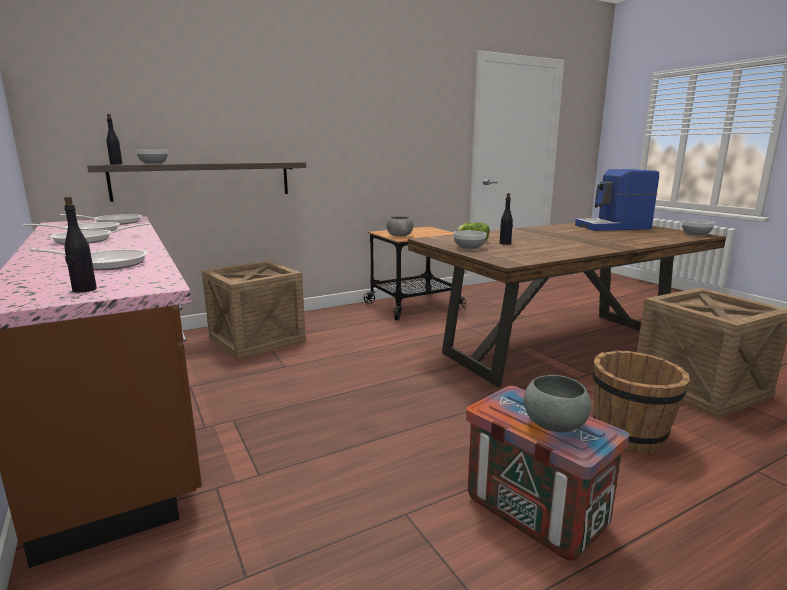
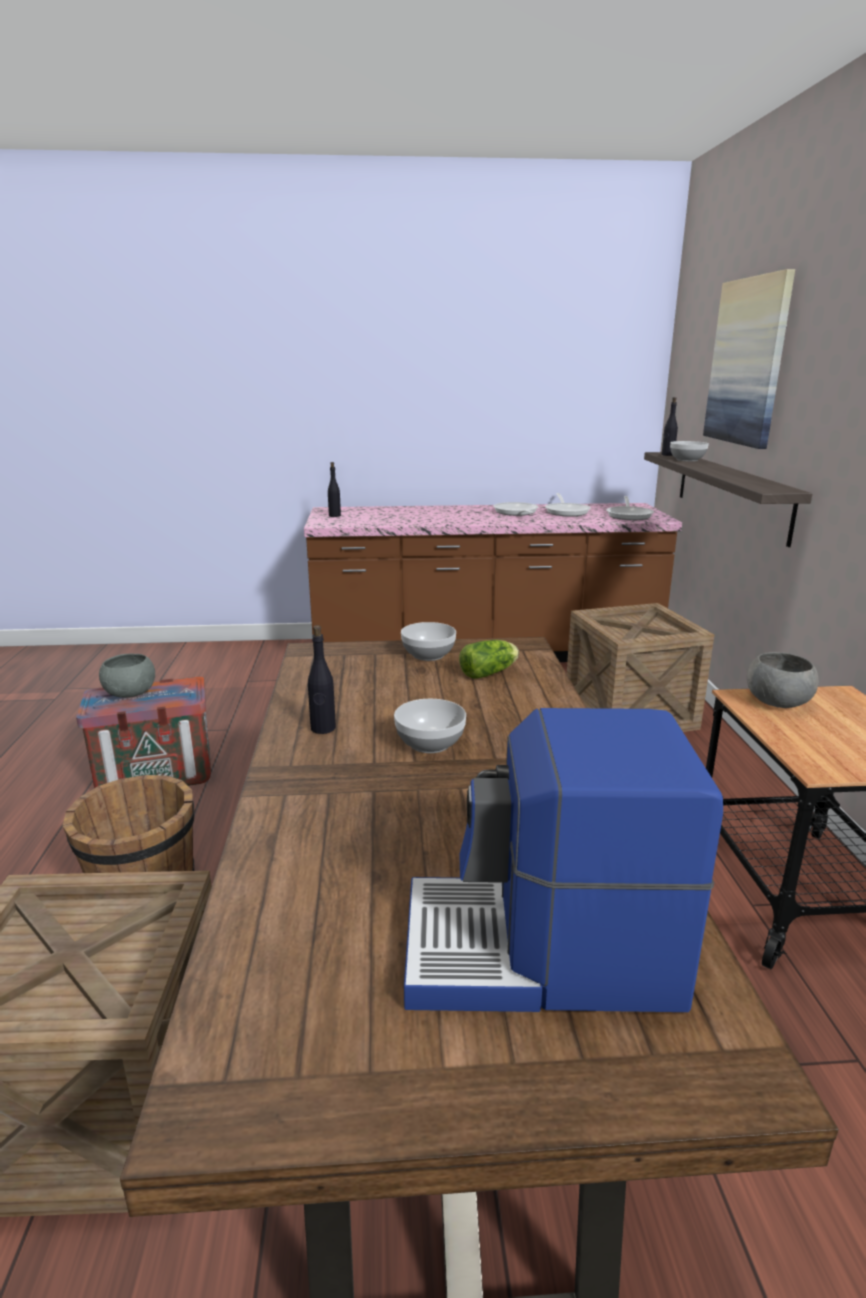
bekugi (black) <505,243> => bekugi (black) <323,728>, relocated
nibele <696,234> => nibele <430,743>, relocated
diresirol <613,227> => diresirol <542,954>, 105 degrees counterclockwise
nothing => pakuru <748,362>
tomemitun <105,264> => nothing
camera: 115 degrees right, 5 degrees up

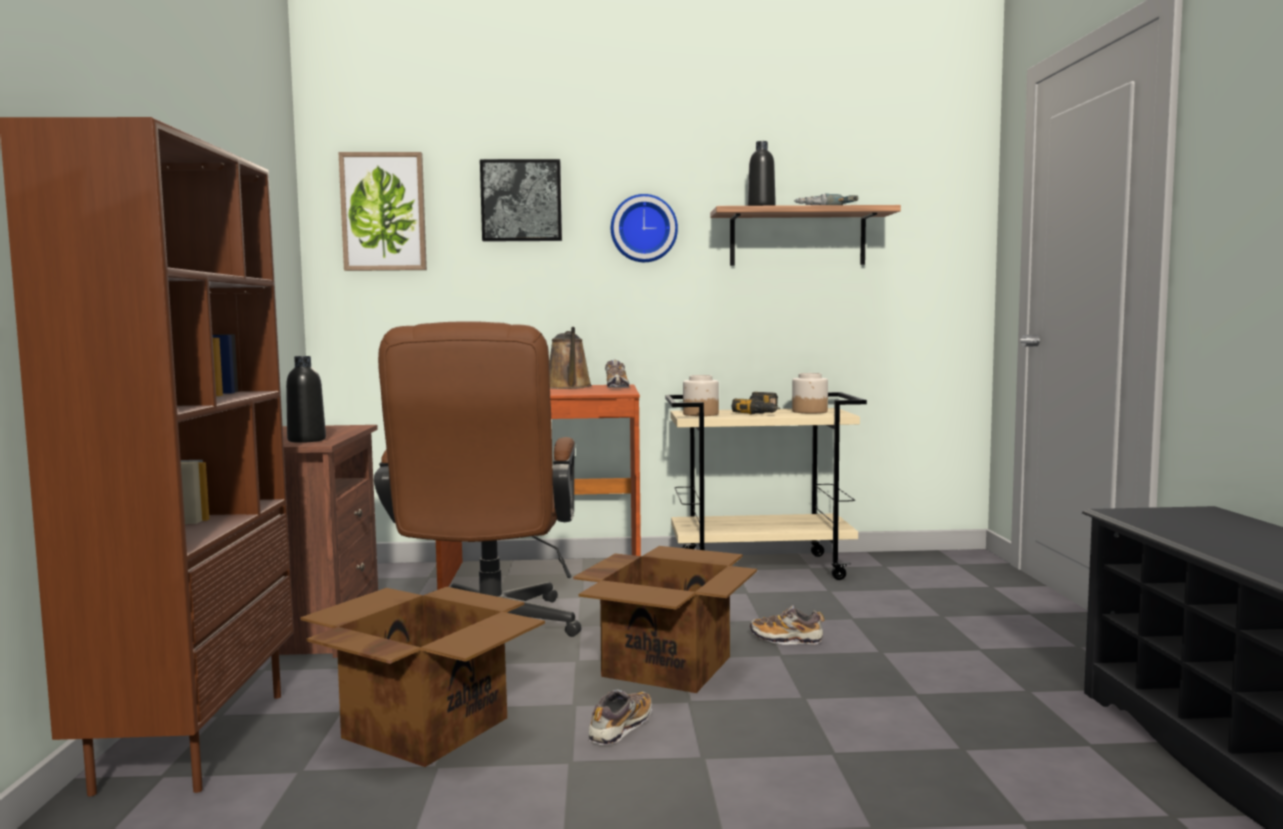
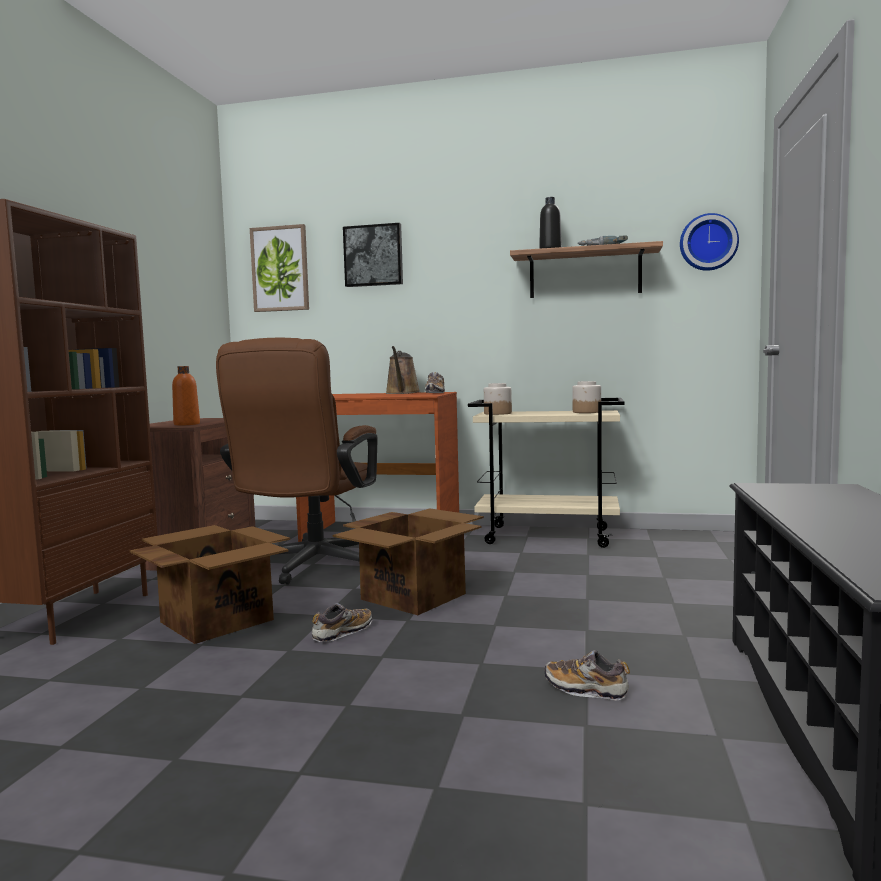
bekugi (black) <306,440> => bekugi (orange) <186,424>
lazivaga <786,639> => lazivaga <585,689>, relocated
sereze <643,228> => sereze <708,243>, relocated
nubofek <763,412> => nothing
camera: 15 degrees right, 0 degrees up

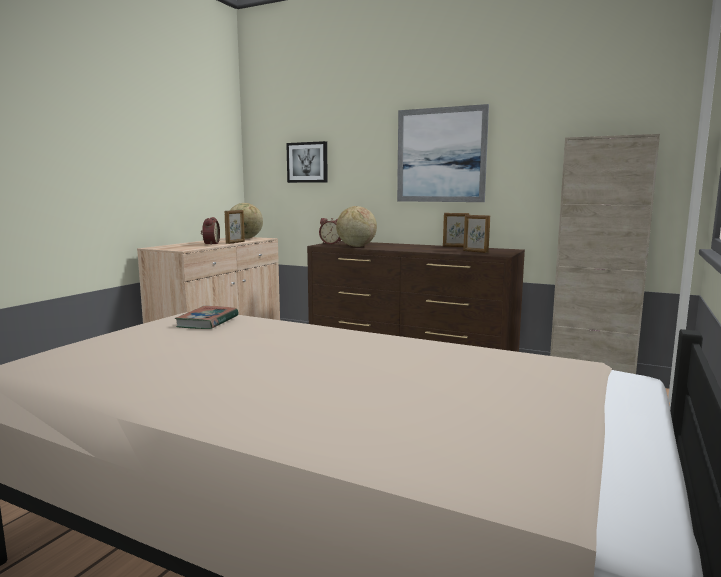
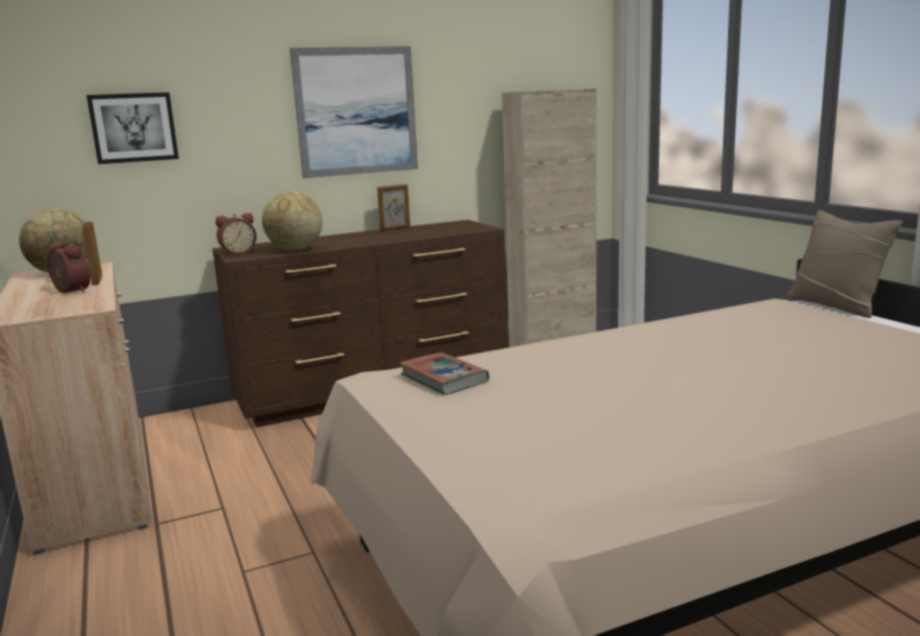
nothing => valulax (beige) <836,305>
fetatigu <475,251> => nothing
camera: 50 degrees left, 5 degrees up

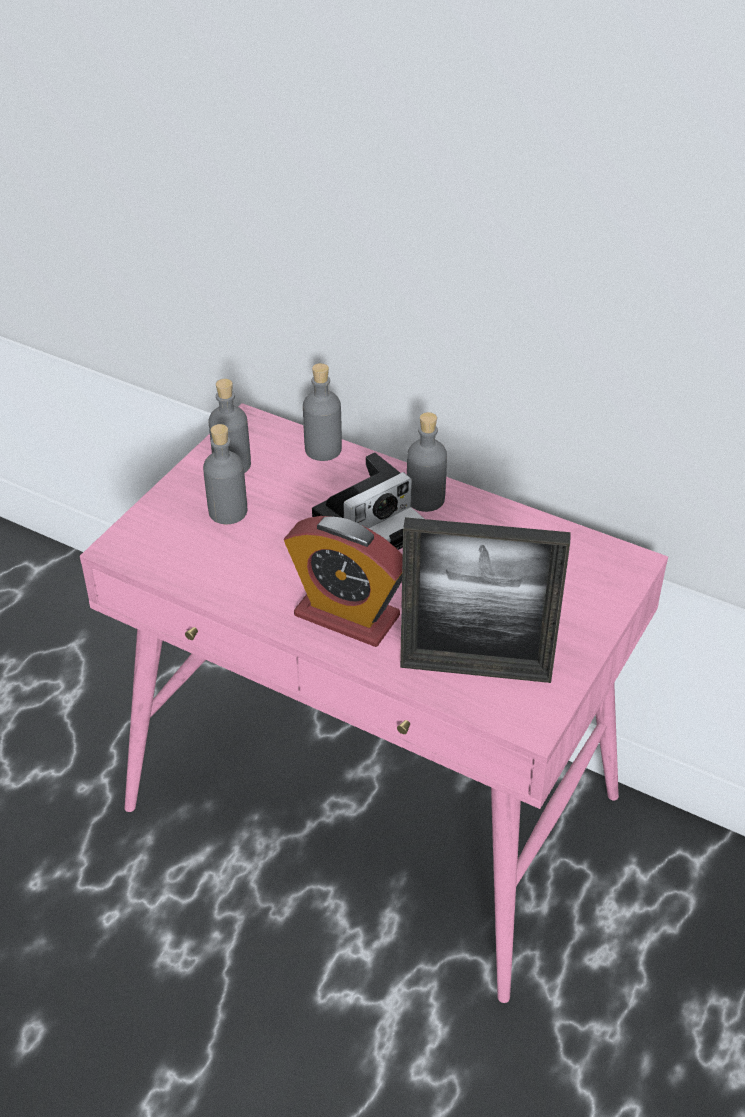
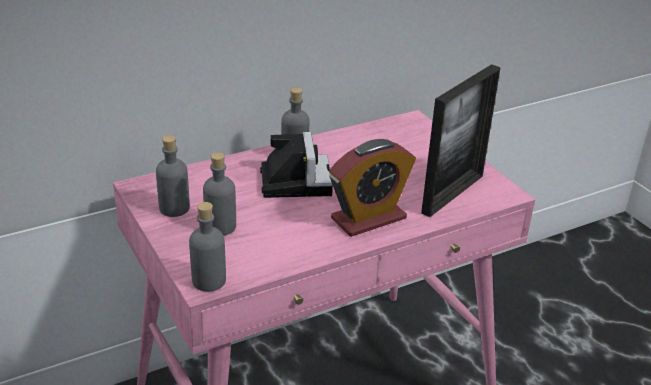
bekugi (grey) <323,449> => bekugi (grey) <208,281>, relocated
camera: 60 degrees left, 10 degrees down

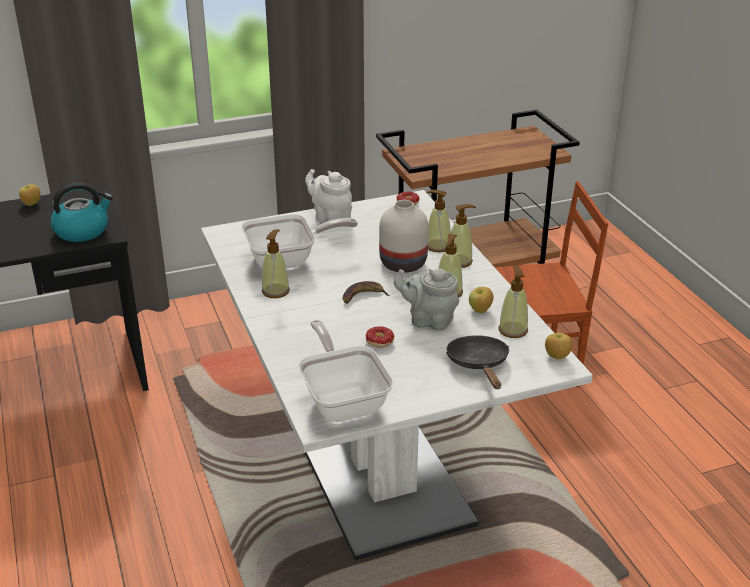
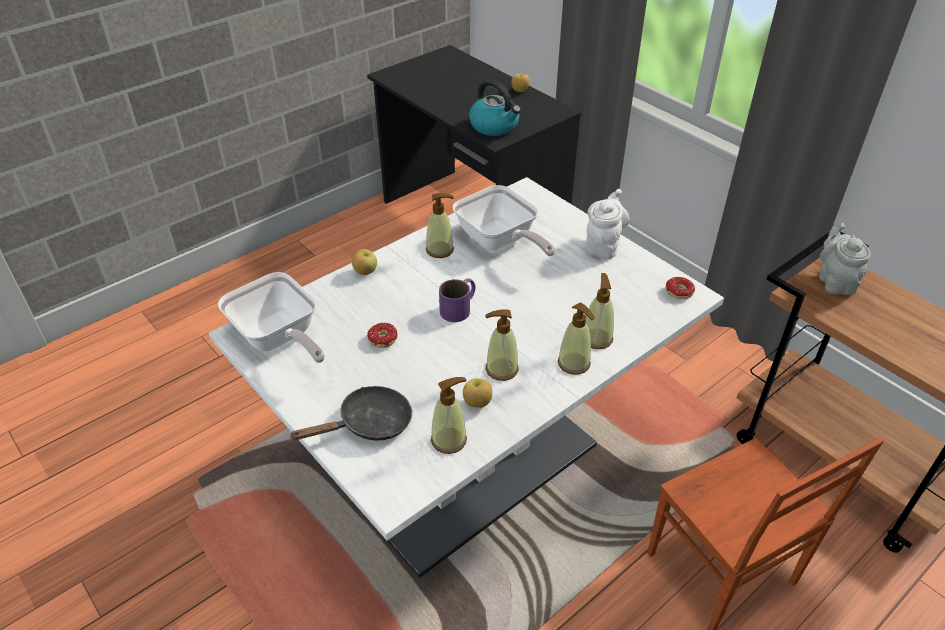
tomemitun <343,399> => tomemitun <278,339>, 90 degrees clockwise
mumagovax <557,357> => mumagovax <365,272>, relocated
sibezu <363,296> => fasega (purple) <460,307>
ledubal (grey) <428,320> => ledubal (grey) <835,281>, relocated
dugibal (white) <404,263> => nothing
camera: 70 degrees right, 10 degrees up

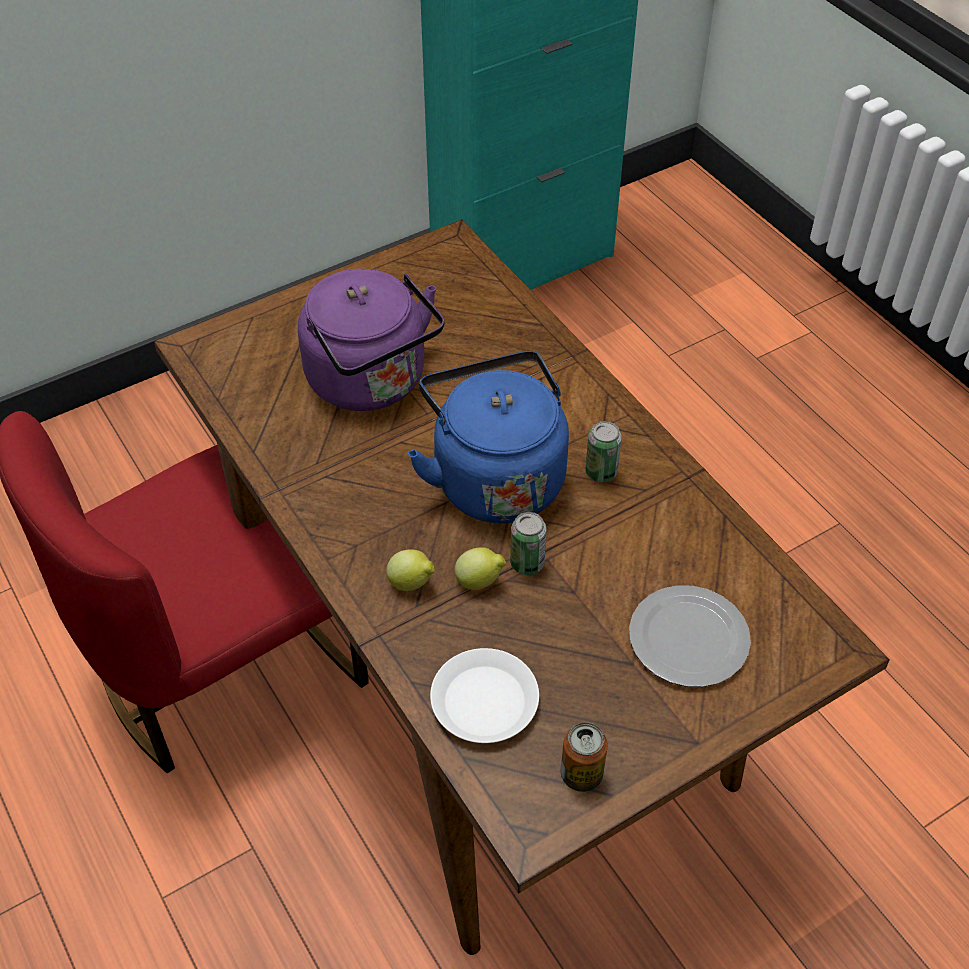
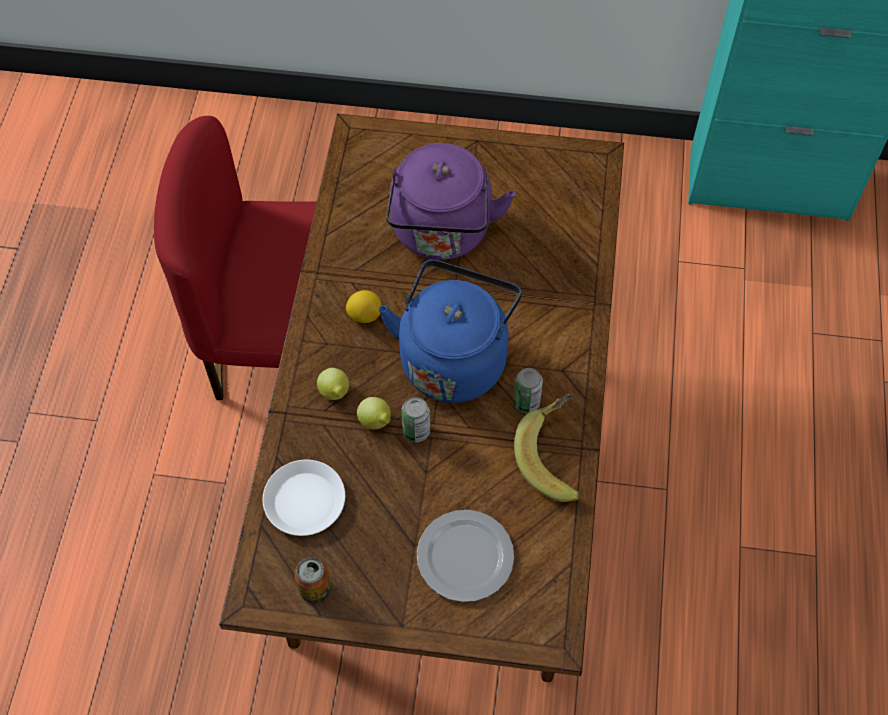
nothing => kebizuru <364,315>
nothing => sibezu <556,457>
camera: 40 degrees right, 10 degrees up

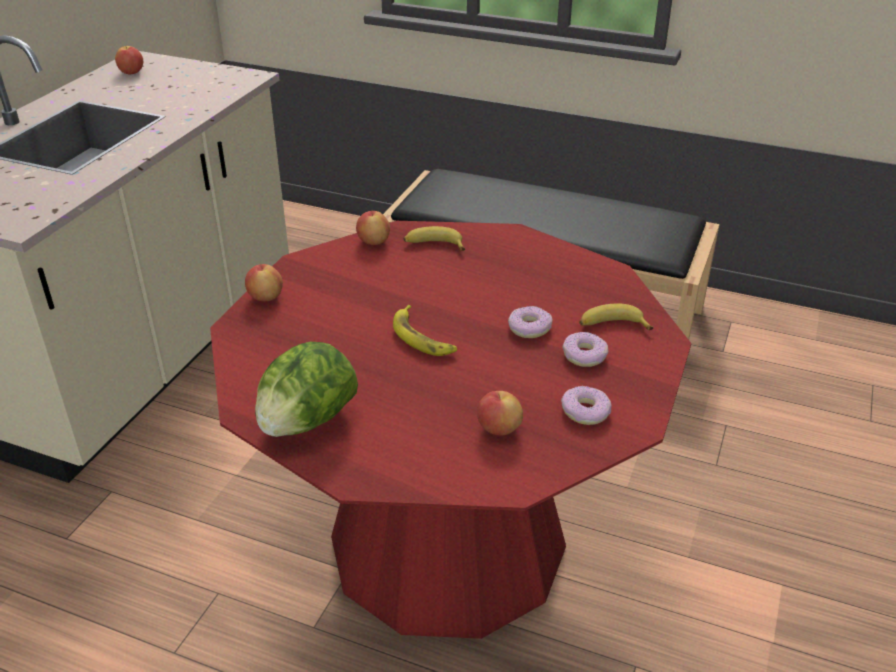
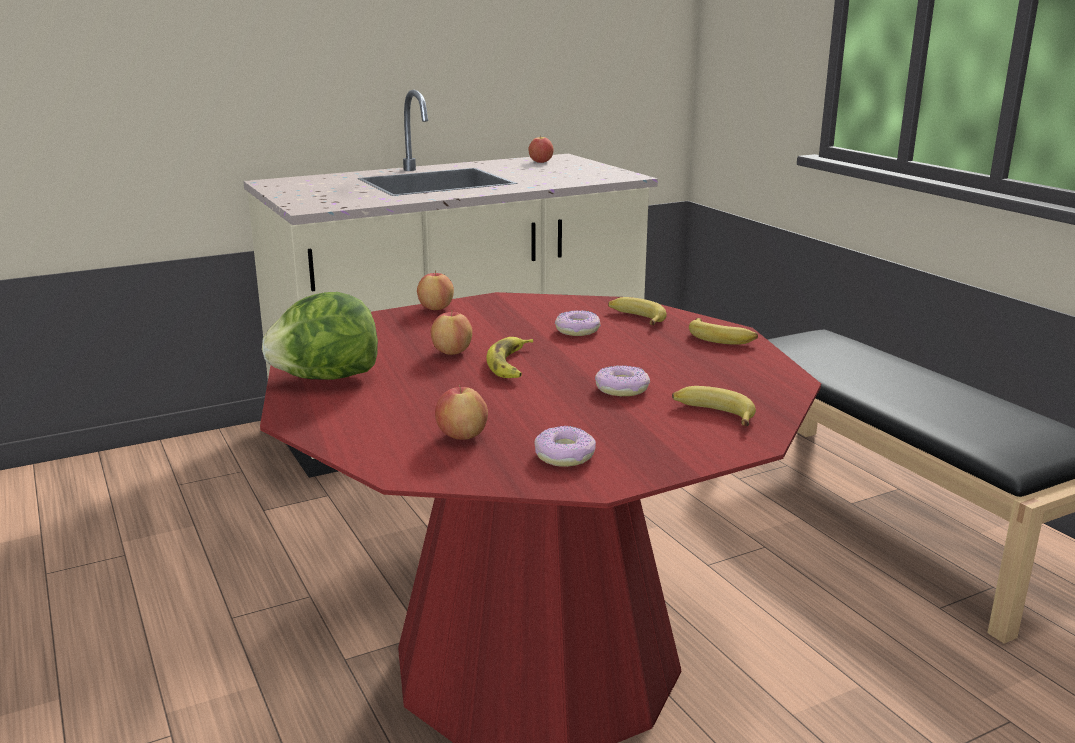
mumagovax <373,242> => mumagovax <452,352>, relocated
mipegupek <584,355> => mipegupek <577,330>, relocated
nothing => sibezu <721,338>
camera: 40 degrees right, 15 degrees down

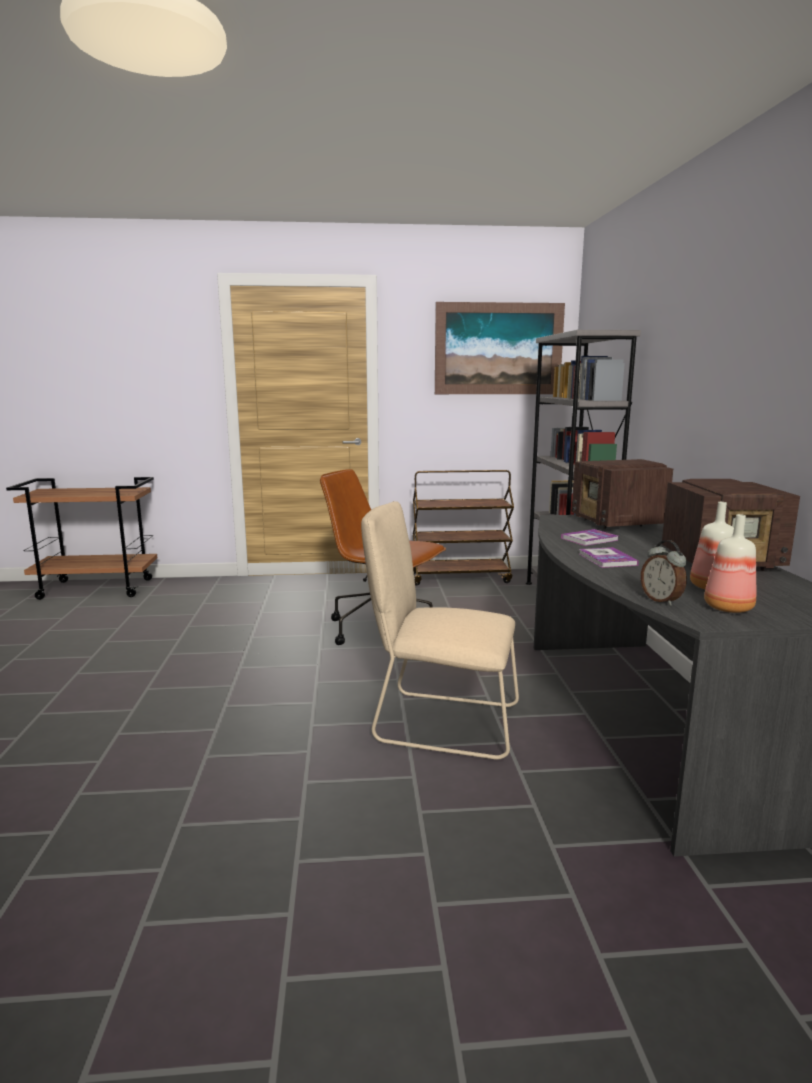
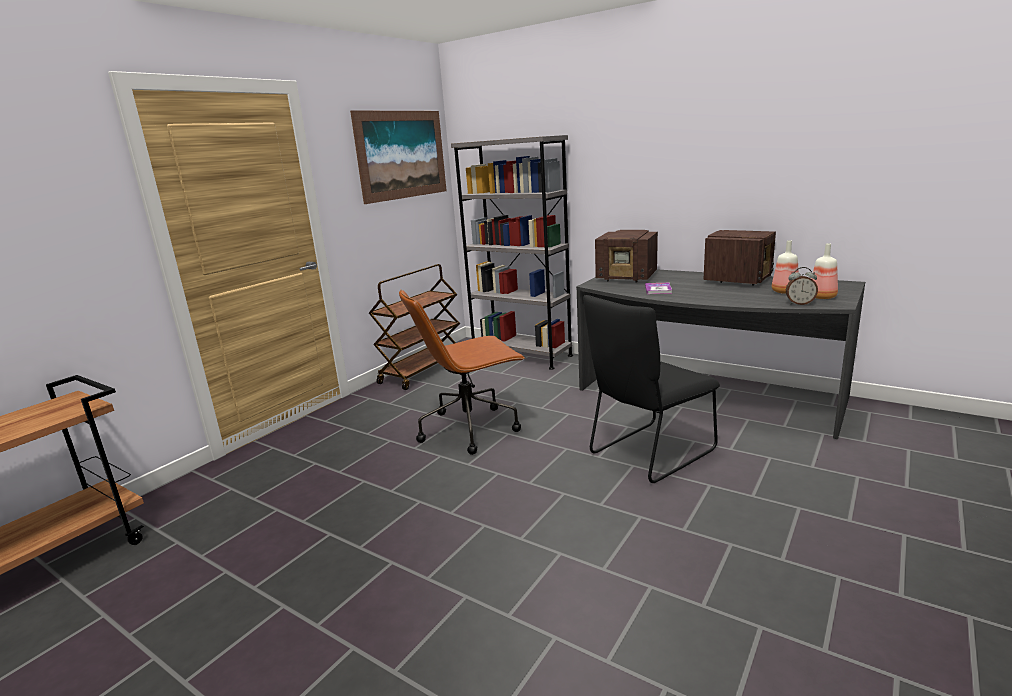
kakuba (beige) <440,723> => kakuba (black) <648,454>
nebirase <607,559> => nothing
camera: 50 degrees left, 5 degrees up

